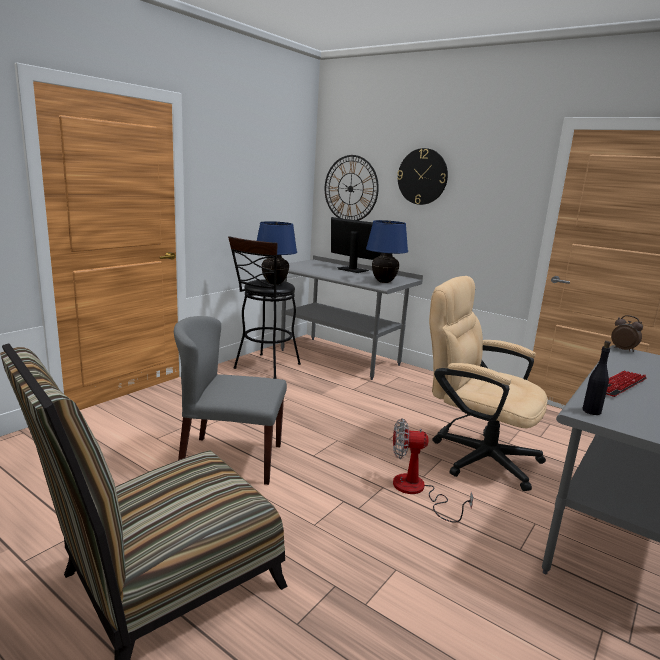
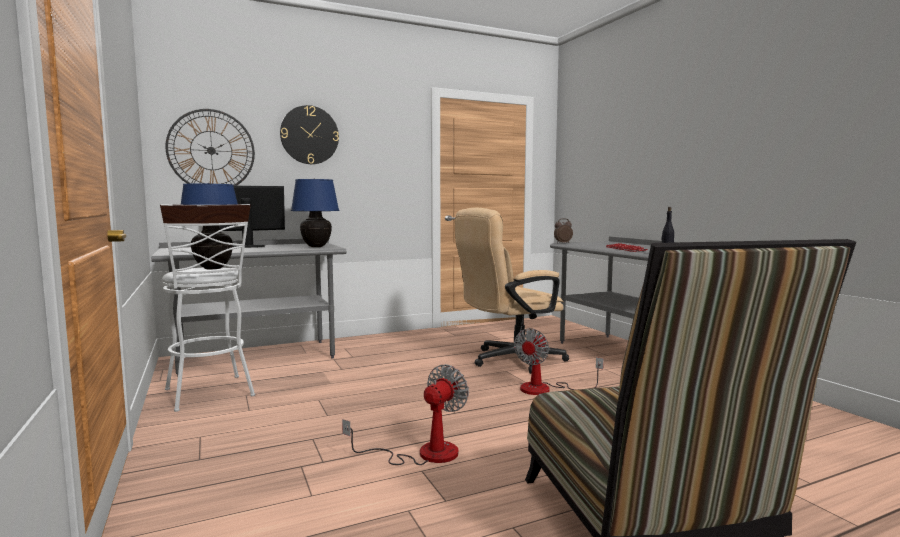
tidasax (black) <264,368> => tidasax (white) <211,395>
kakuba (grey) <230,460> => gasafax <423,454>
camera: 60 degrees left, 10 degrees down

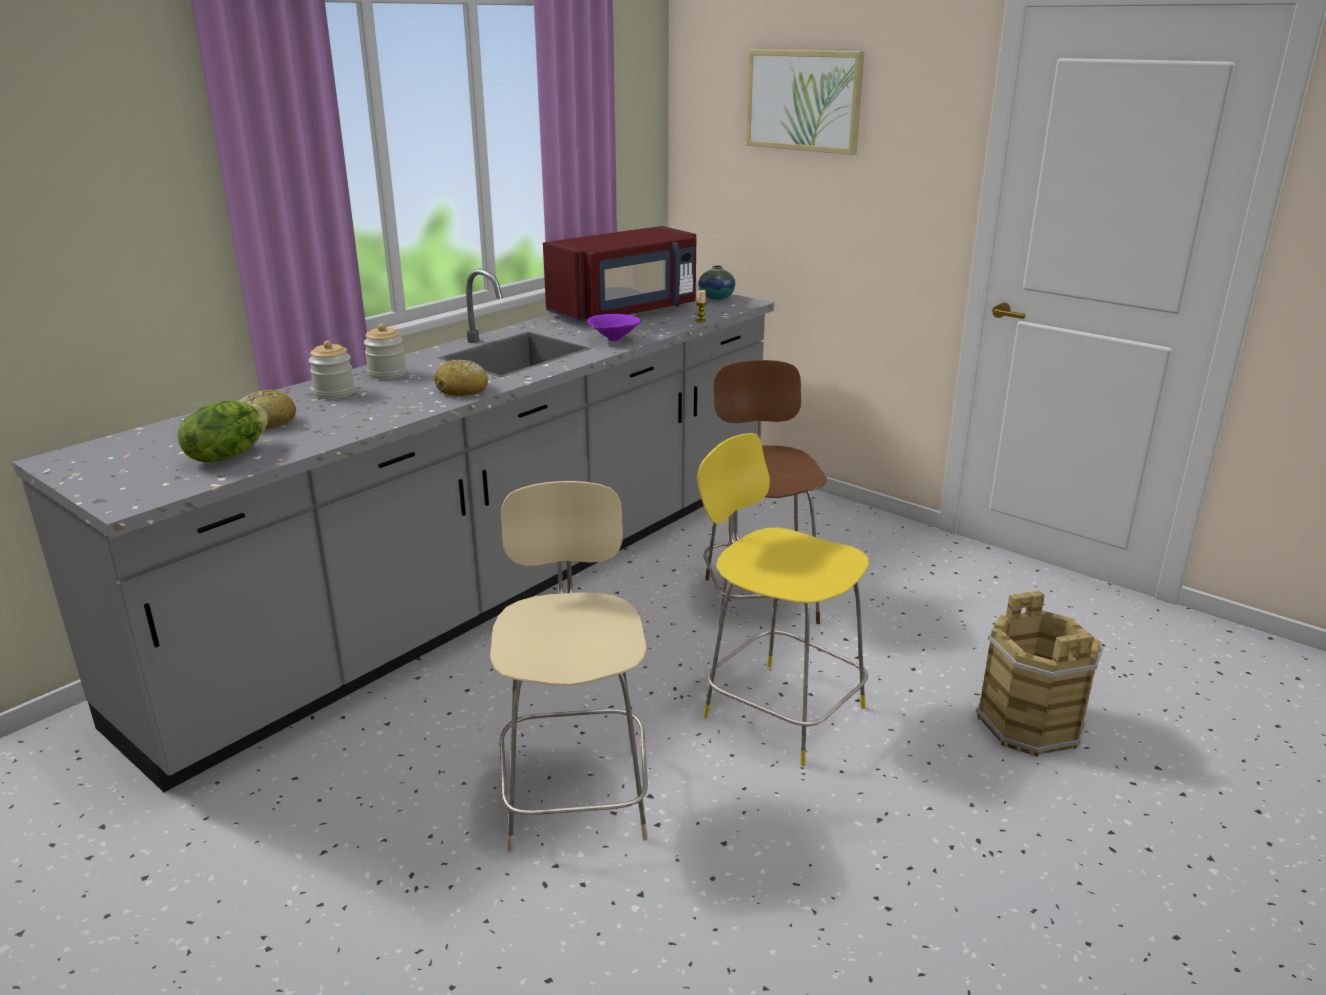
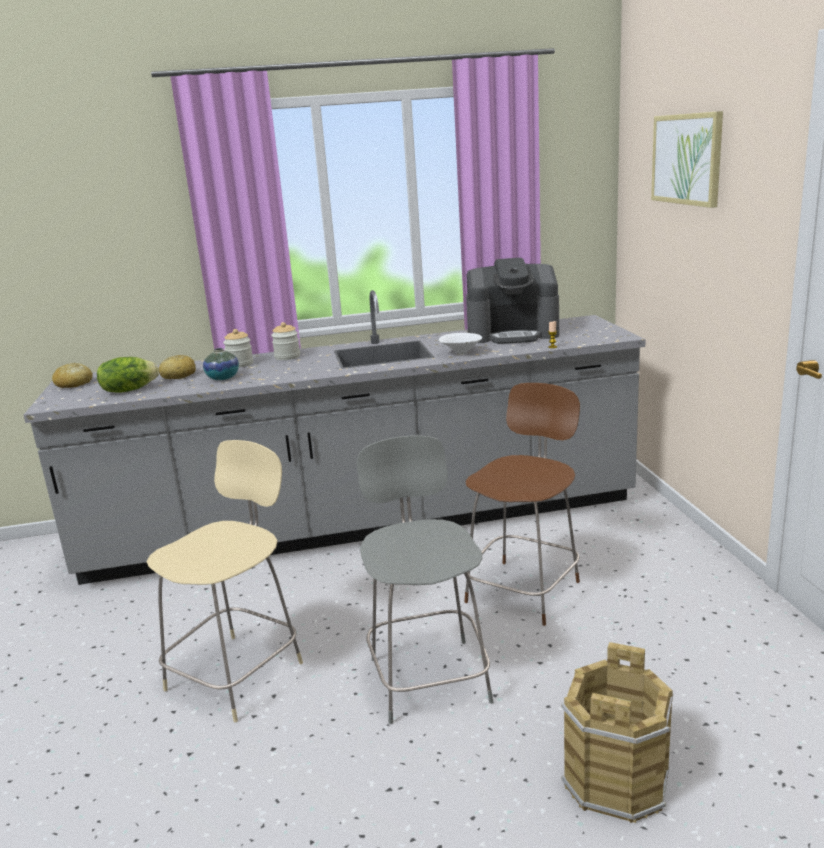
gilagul <462,390> => gilagul <74,384>, relocated
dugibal <716,298> => dugibal <223,378>, relocated
tidasax (yellow) <779,709> => tidasax (grey) <428,676>
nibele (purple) <613,340> => nibele (white) <460,353>
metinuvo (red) <626,311> => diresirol <513,334>
camera: 40 degrees right, 5 degrees down

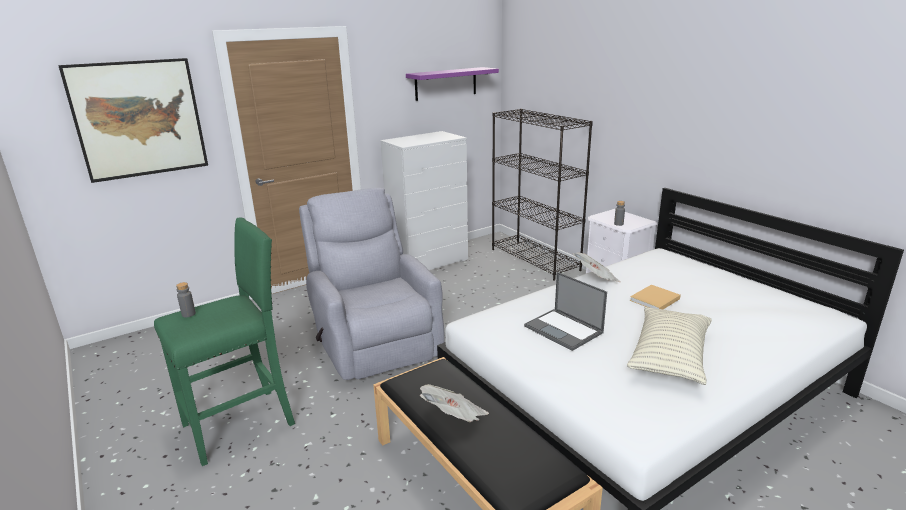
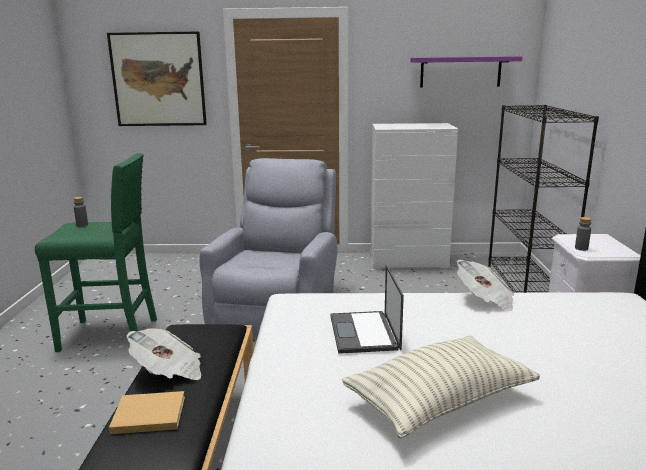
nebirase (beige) <654,300> => nebirase (beige) <146,415>, relocated
camera: 35 degrees right, 5 degrees down

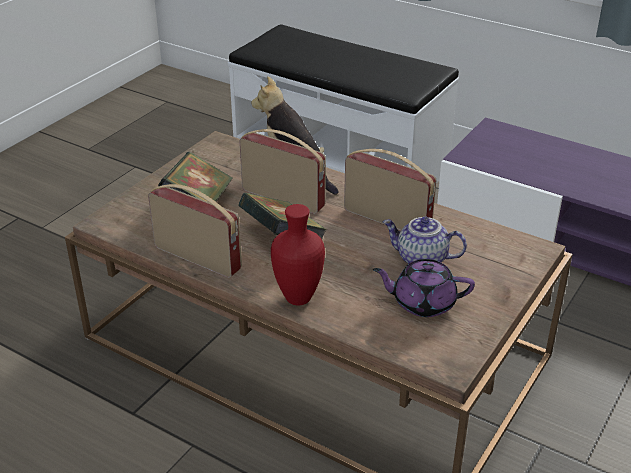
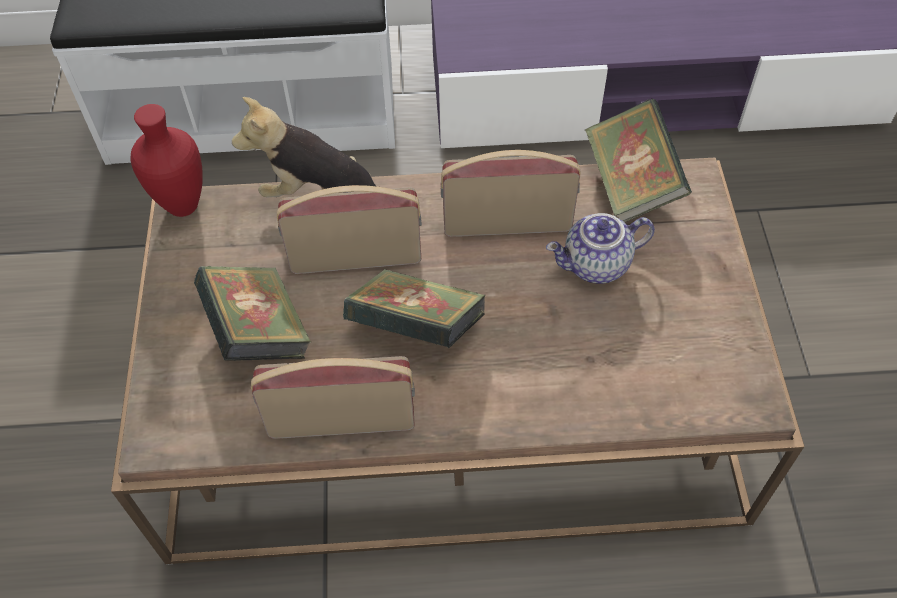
dugibal (red) <296,298> => dugibal (red) <181,206>, relocated
nothing => nebirase <631,184>
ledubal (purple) <422,302> => nothing
camera: 35 degrees left, 20 degrees up

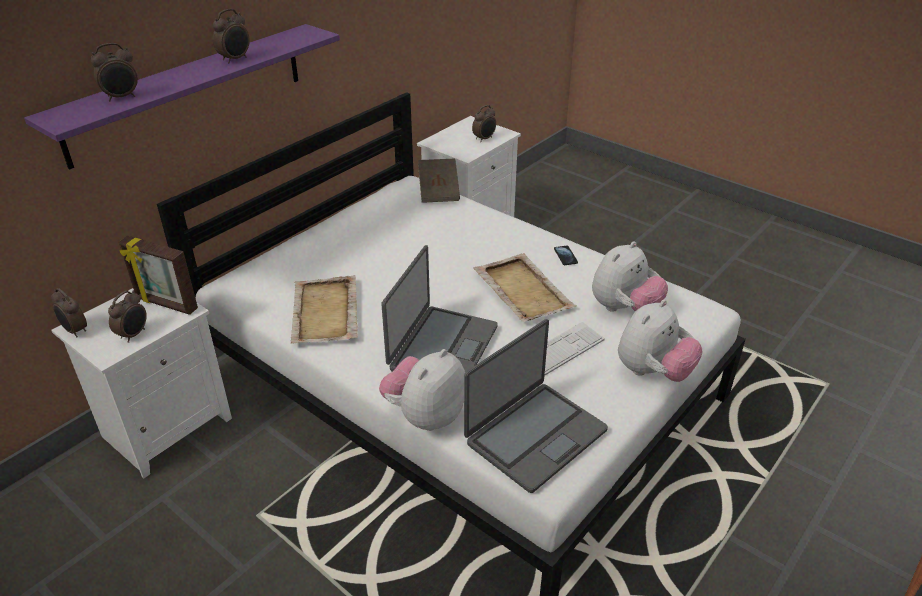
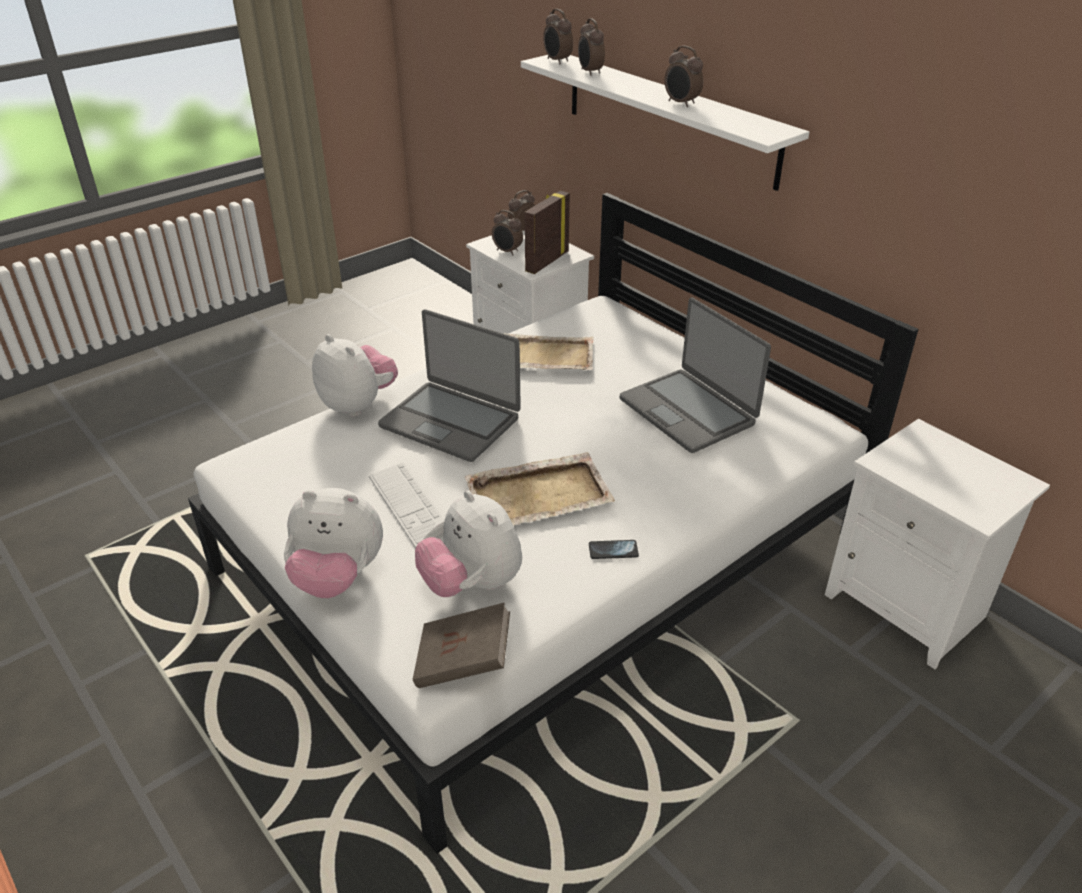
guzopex <653,372> => guzopex <337,577>, 45 degrees counterclockwise
nebirase (brown) <439,191> => nebirase (brown) <463,662>, relocated
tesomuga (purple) <188,93> => tesomuga (white) <669,118>
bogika <484,139> => bogika <557,61>, relocated
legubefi <534,436> => legubefi <688,411>, relocated
camera: 100 degrees right, 0 degrees up

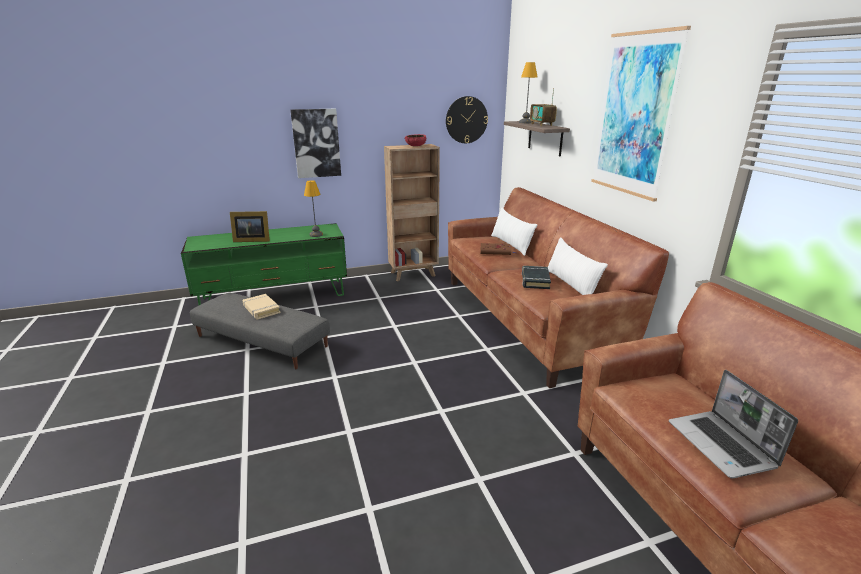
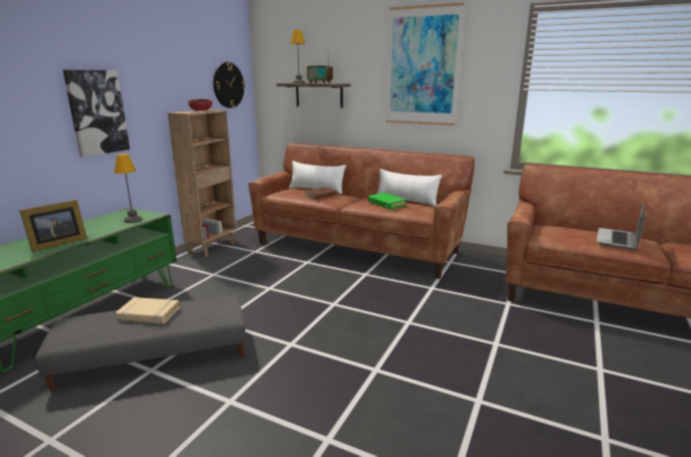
nebirase (black) <535,280> => nebirase (green) <386,203>
legubefi <722,445> => legubefi <617,240>, 90 degrees clockwise
camera: 45 degrees left, 5 degrees down

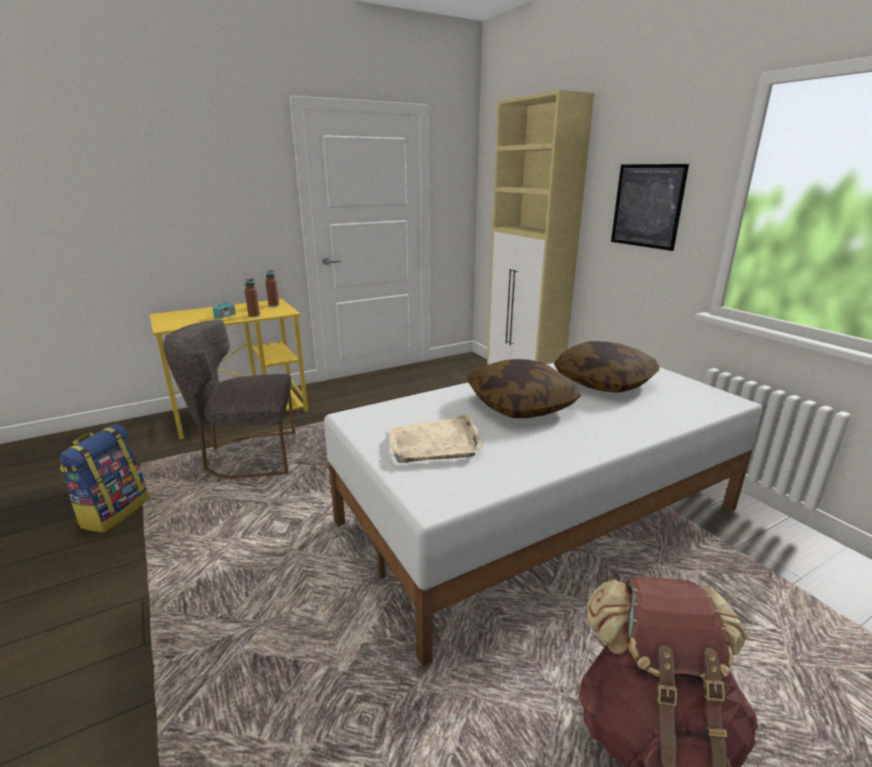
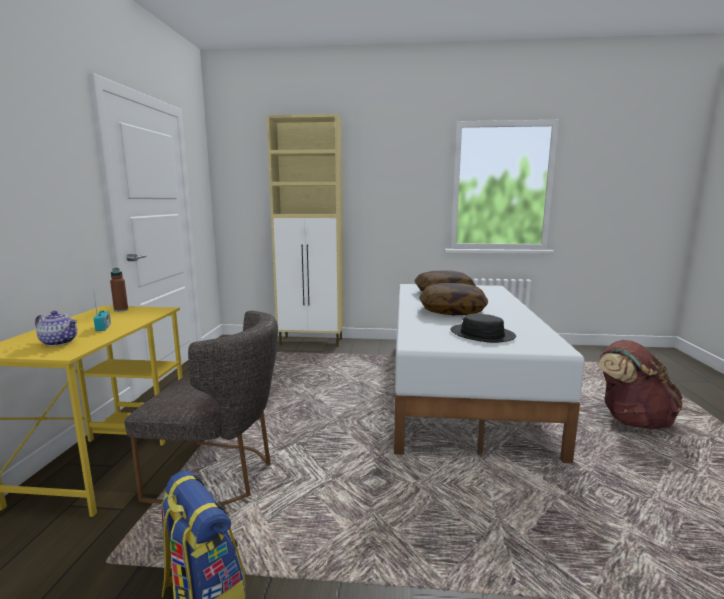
nothing => ledubal <60,342>
kakuba (grey) <246,456> => kakuba (grey) <220,475>, 105 degrees counterclockwise
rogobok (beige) <434,442> => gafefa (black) <482,334>
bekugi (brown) <254,316> => nothing
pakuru <647,206> => nothing
camera: 55 degrees left, 10 degrees down

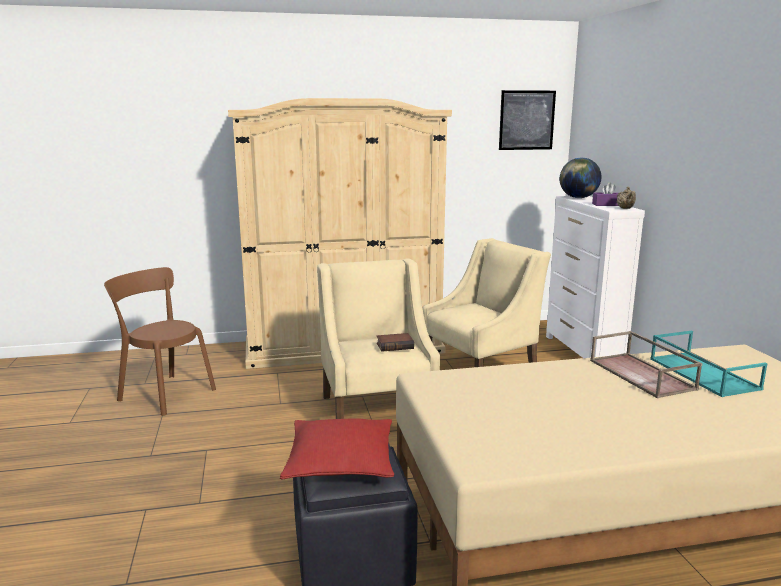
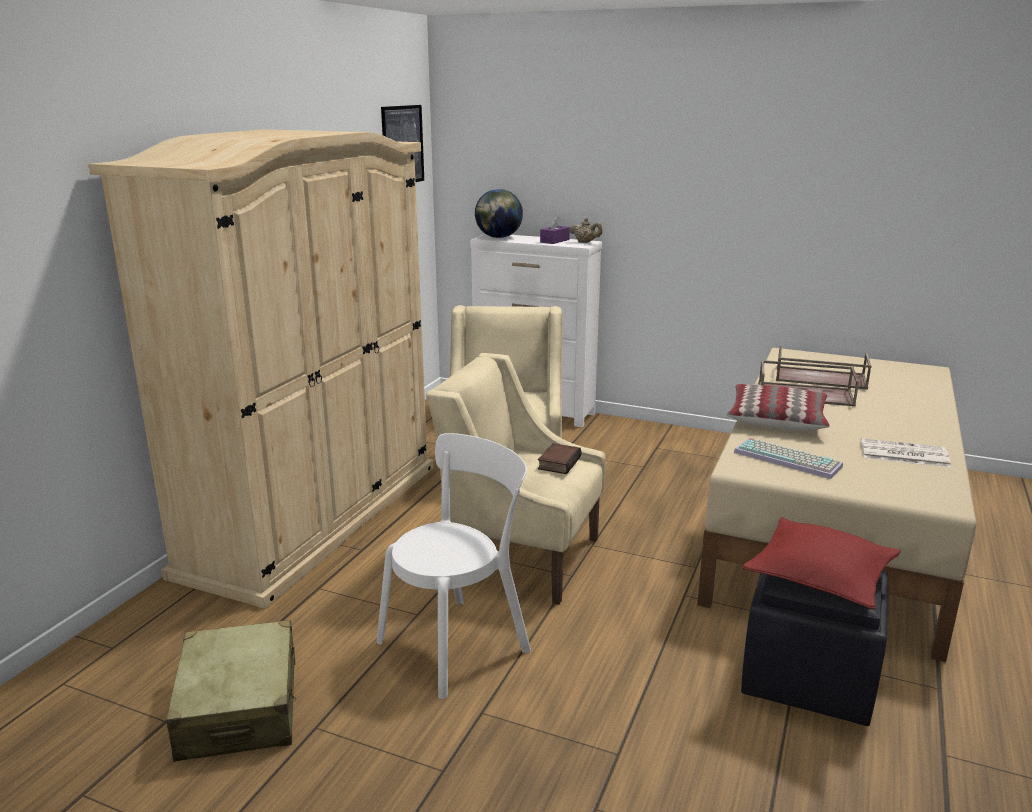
kakuba (brown) <164,393> => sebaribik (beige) <239,708>
nothing => kakuba (white) <459,642>
nothing => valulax <776,418>
nothing => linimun <789,459>
rogobok (turquoise) <701,373> => rogobok (brown) <819,378>
nothing => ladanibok <902,454>
camera: 55 degrees left, 5 degrees up

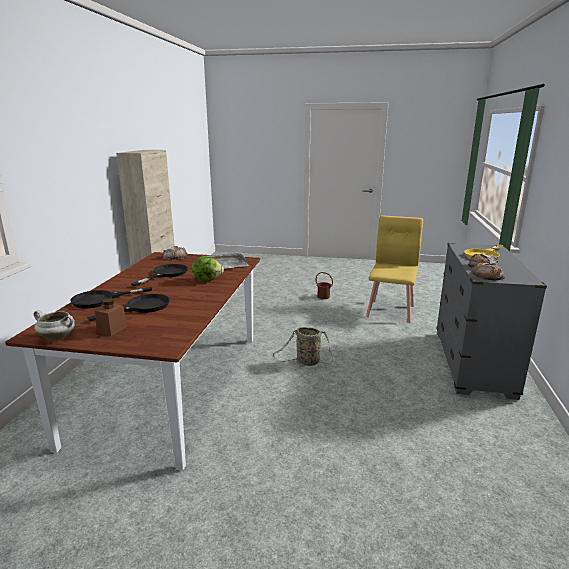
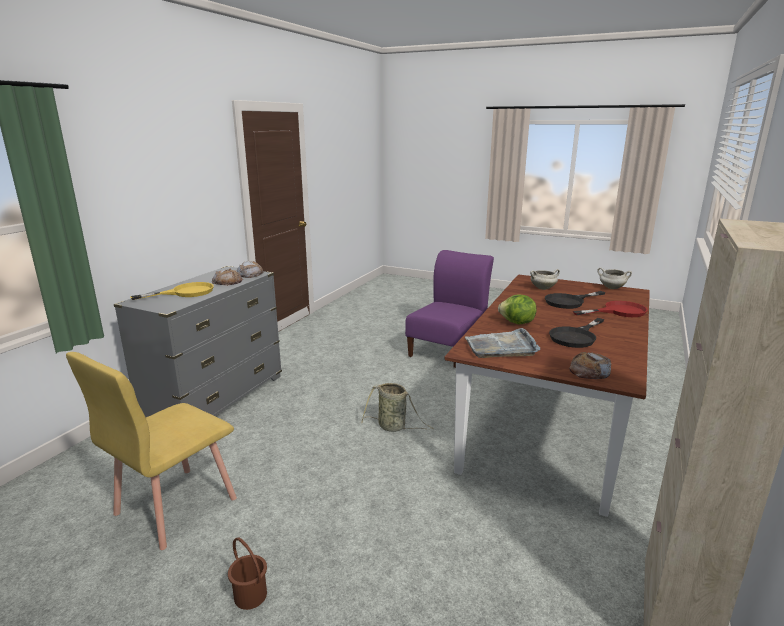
nothing => kakuba (purple) <448,348>
nothing => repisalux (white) <543,288>
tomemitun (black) <101,299> => tomemitun (red) <618,311>
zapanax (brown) <112,329> => nothing
camera: 165 degrees left, 0 degrees up

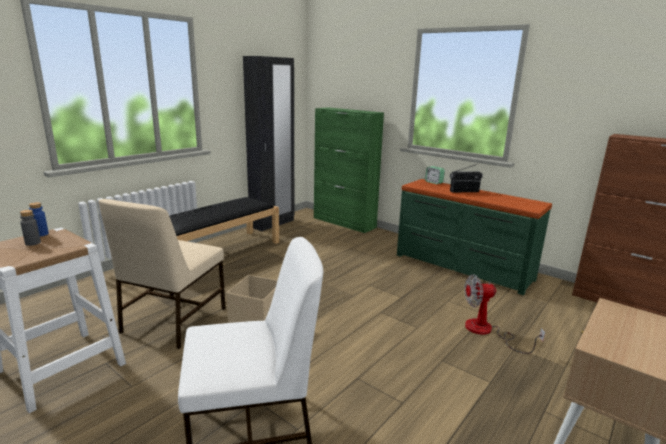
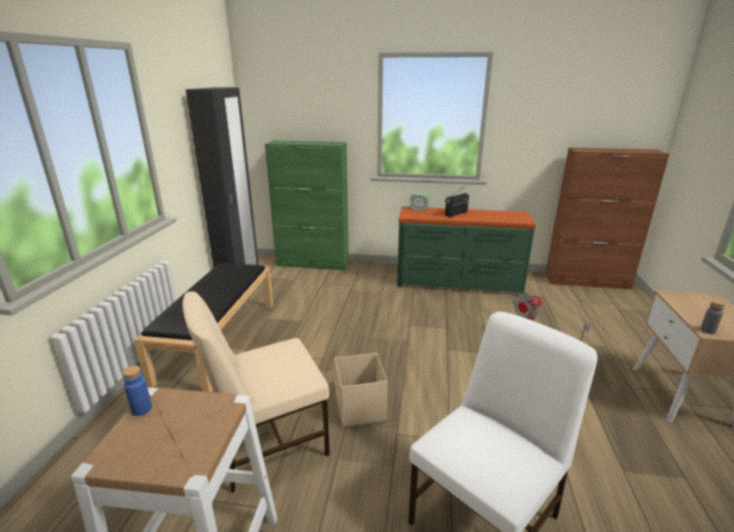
kakuba (beige) <173,321> => kakuba (beige) <268,441>, 75 degrees clockwise
bekugi (grey) <33,243> => bekugi (grey) <707,330>, relocated
camera: 30 degrees left, 5 degrees up

